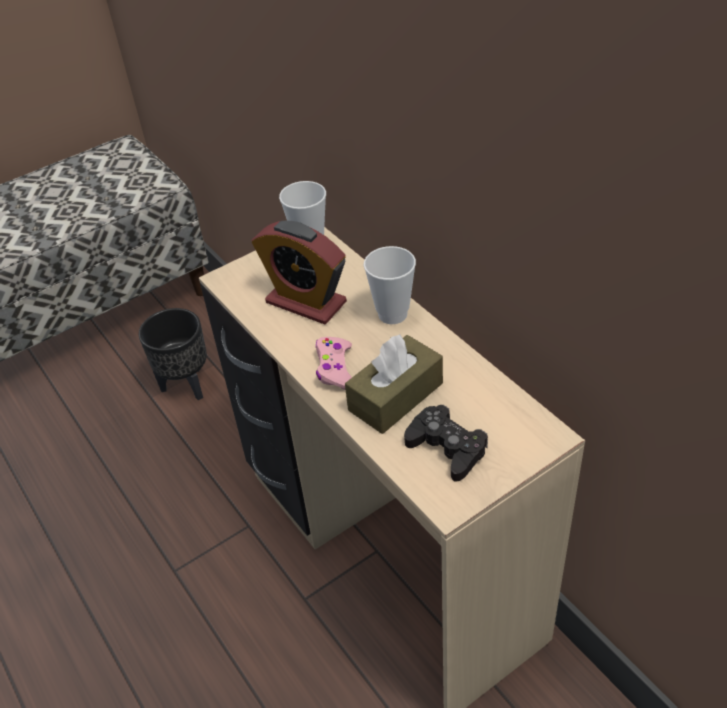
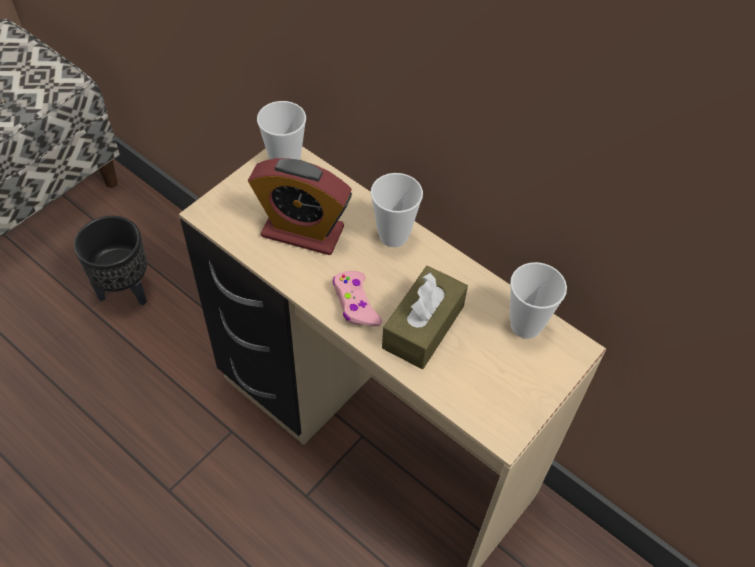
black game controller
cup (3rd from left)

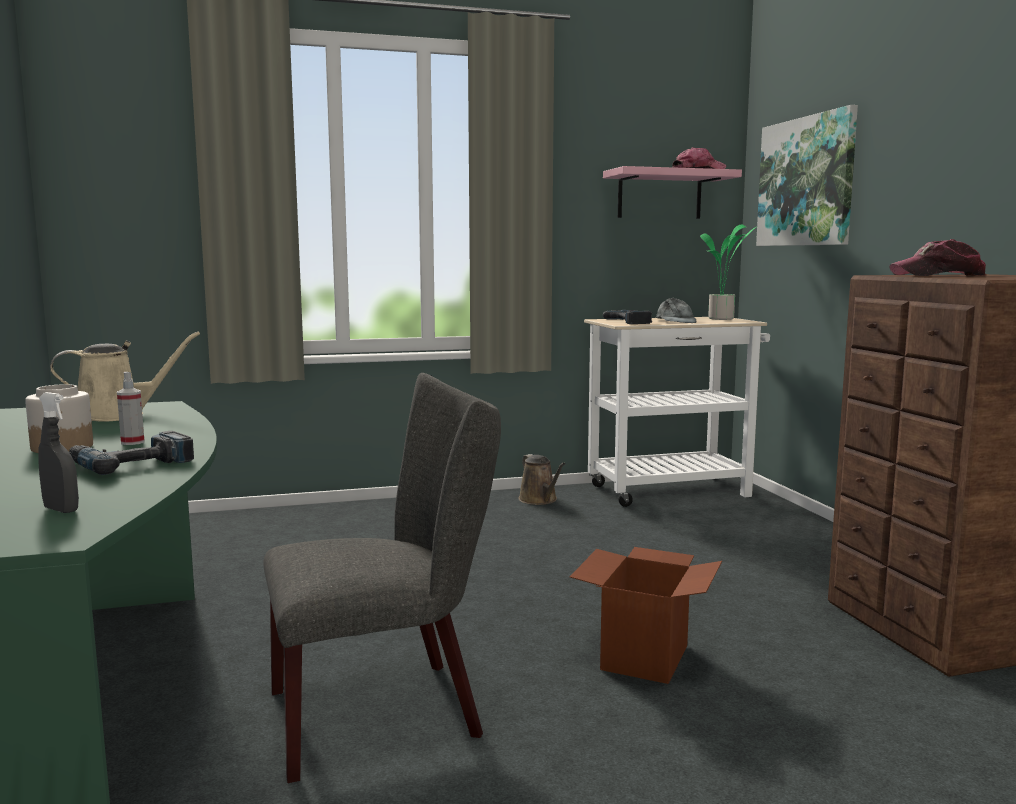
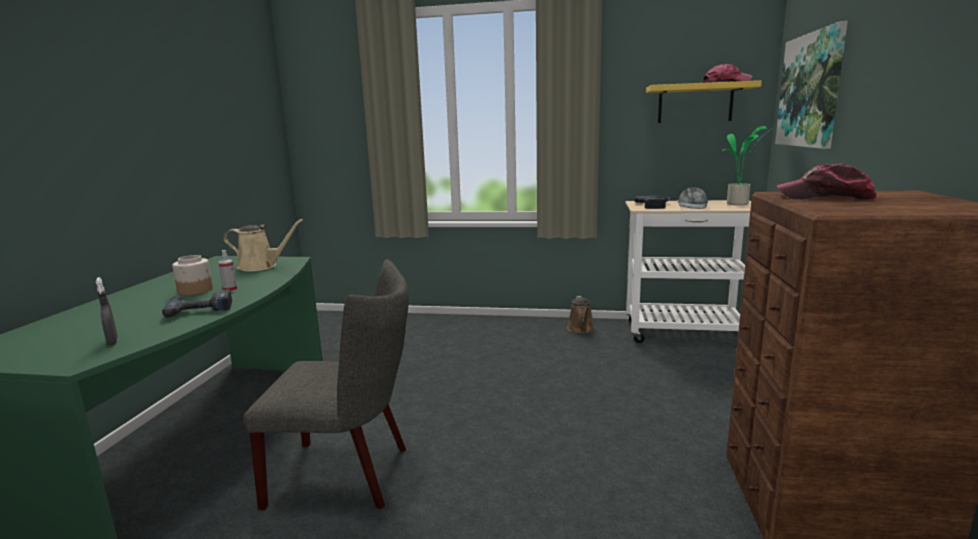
yellow shelf
cardboard box

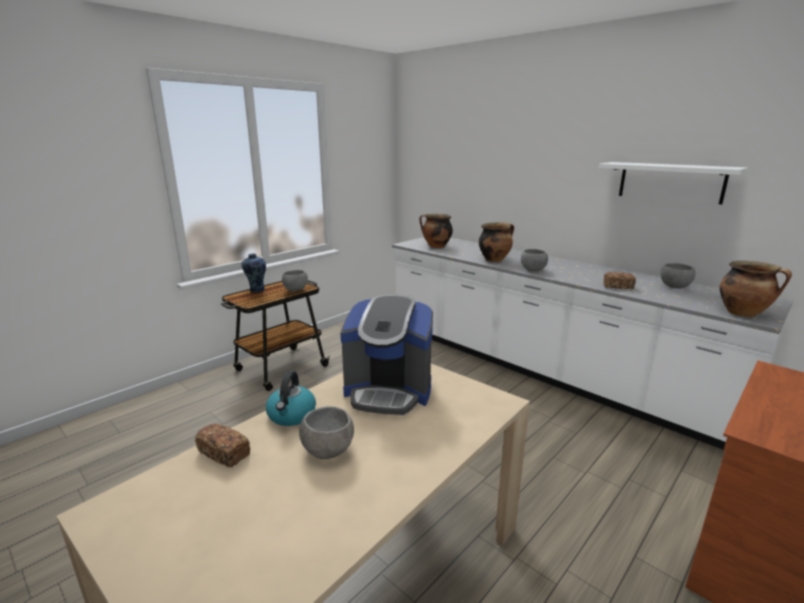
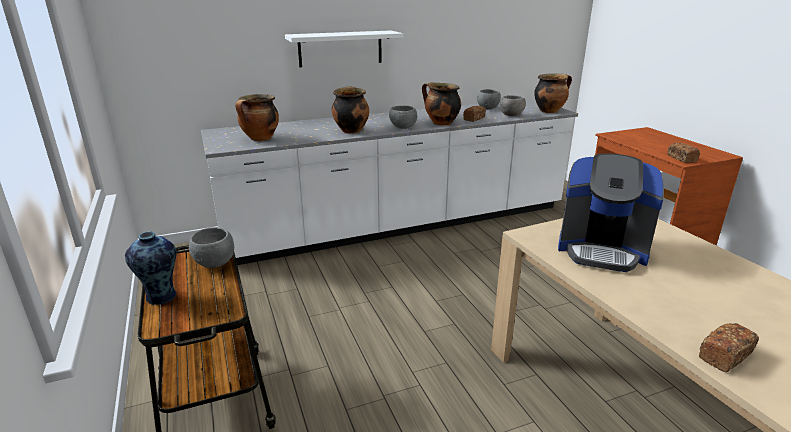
white shelf
coffee machine
kettle
grey bowl (4th from left)
cooking pot (3rd from left)
bread (2nd from left)

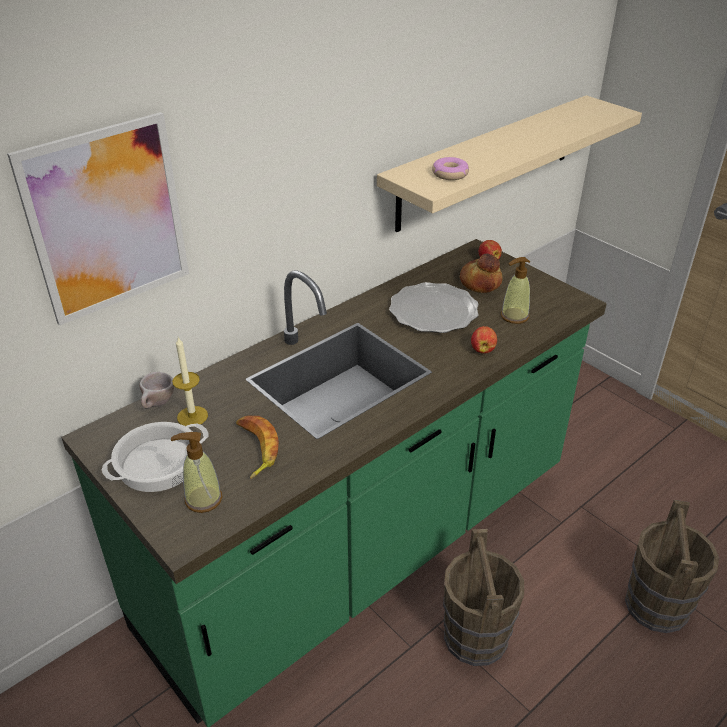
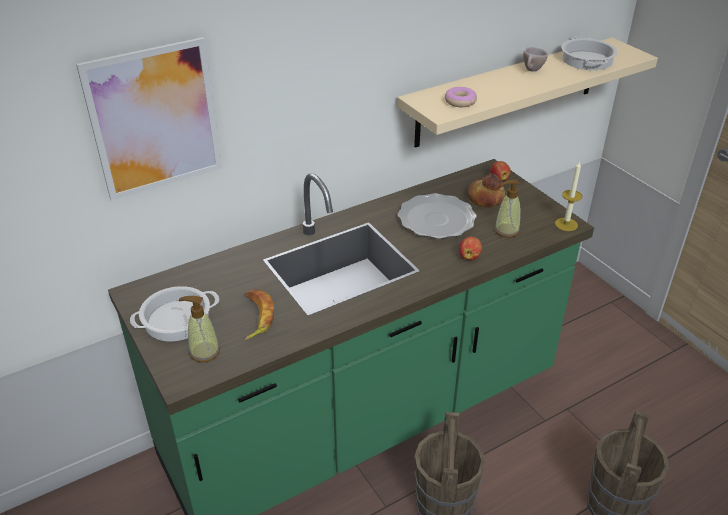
candle
beige cup
cooking pot (2nd from left)

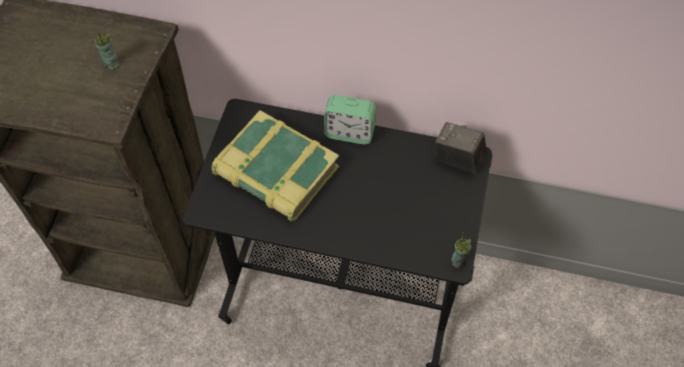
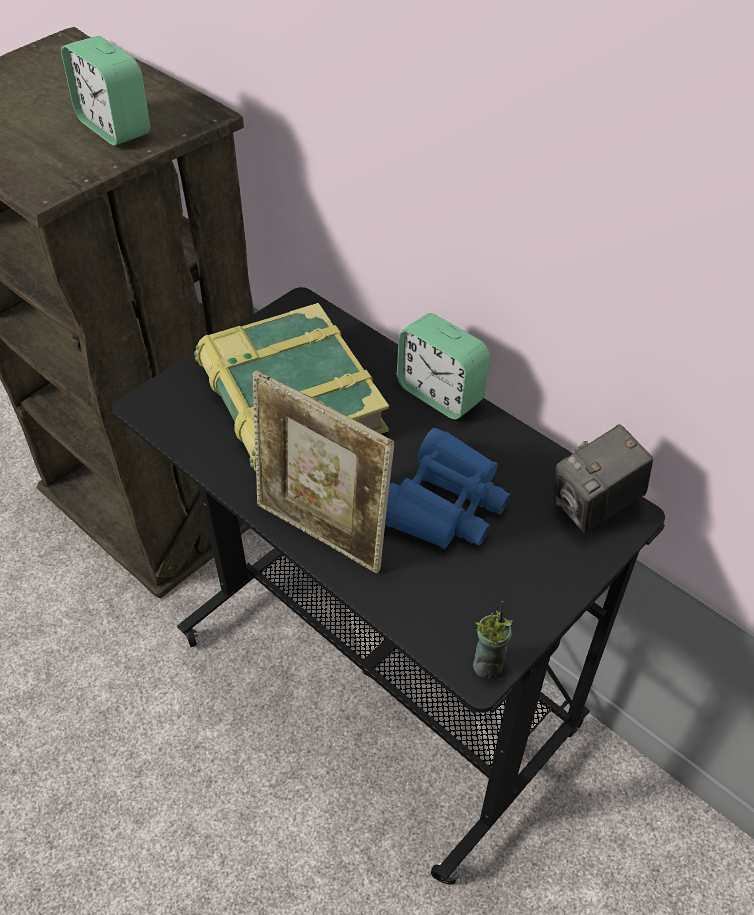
alarm clock (1st from left)
photo camera
picture frame
blue binoculars

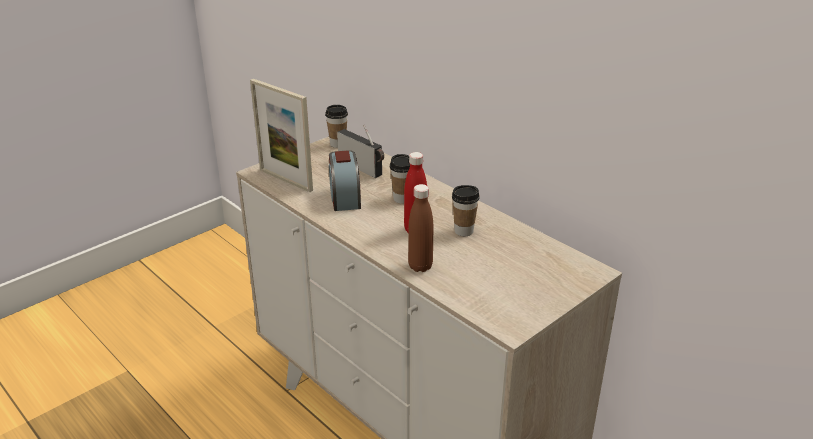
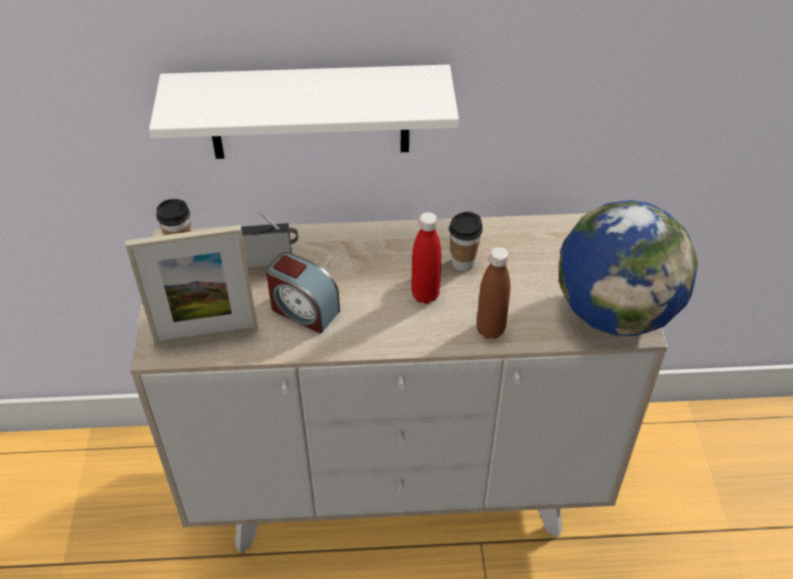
cup (2nd from left in the first image)
white shelf
globe

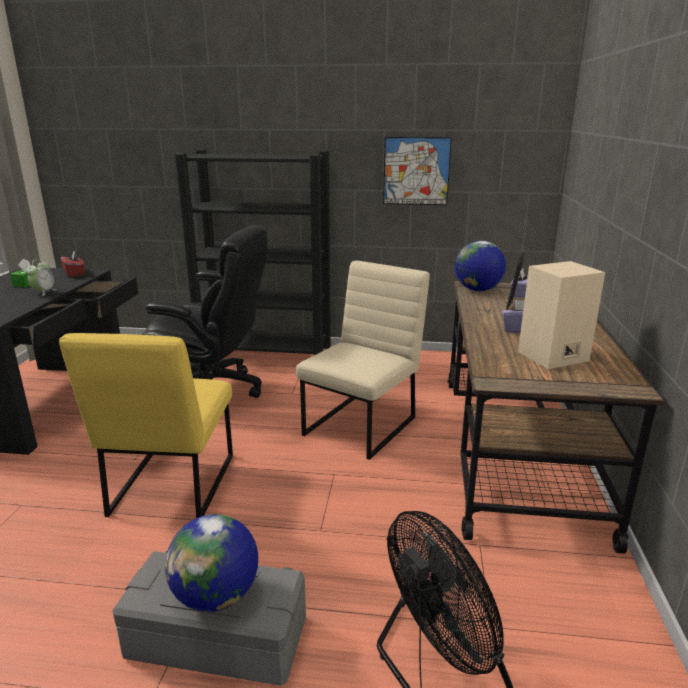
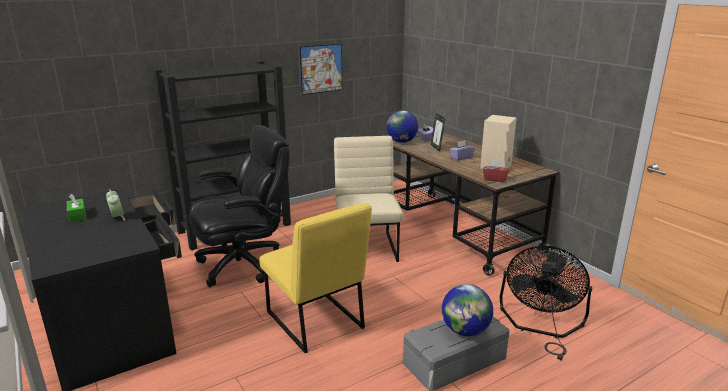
red tissue box

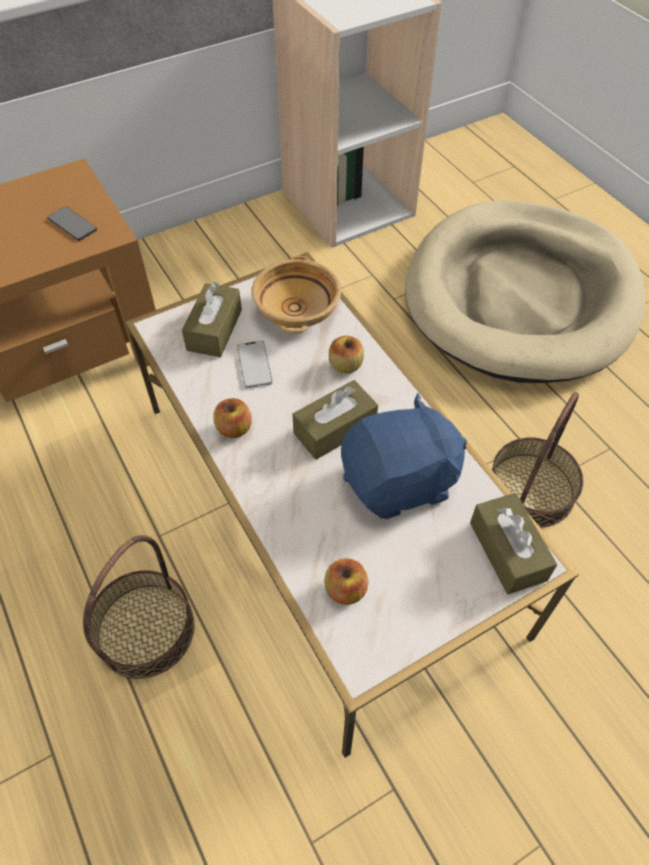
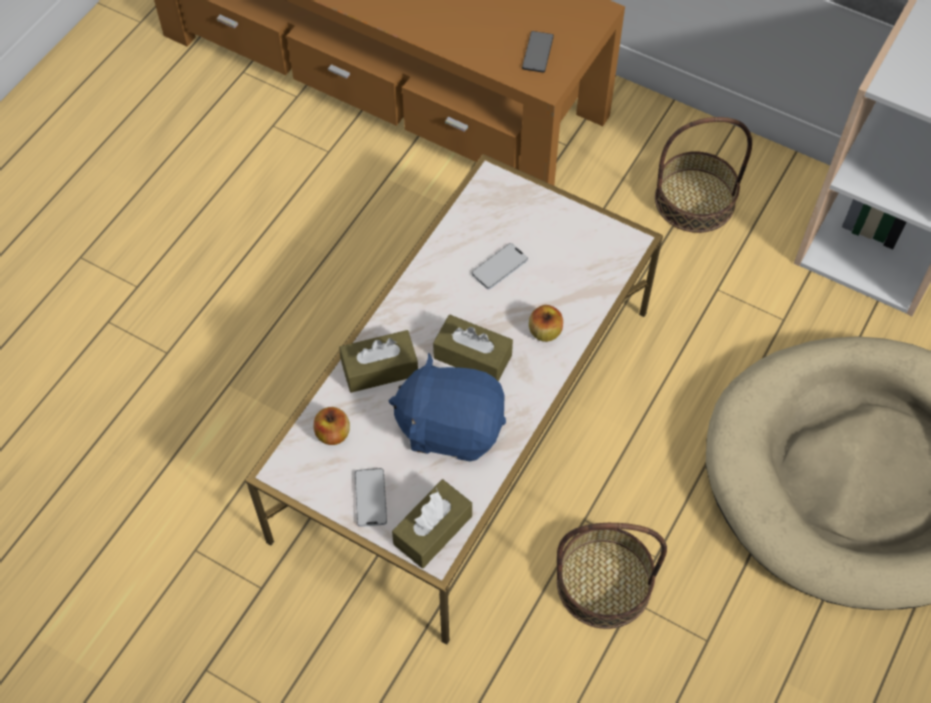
beige bowl
brown tissue box (1st from left)
blue plush toy
apple (1st from left in the first image)
basket (2nd from left)
phone (1st from left)

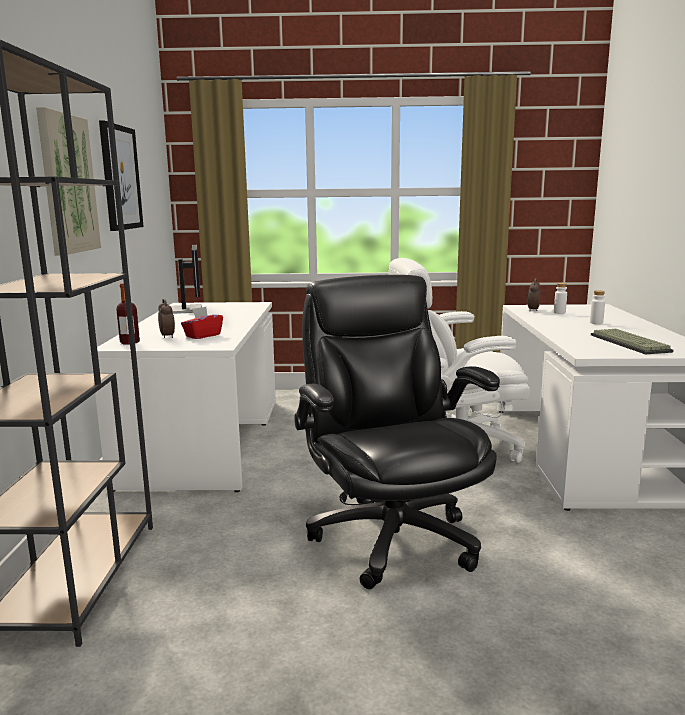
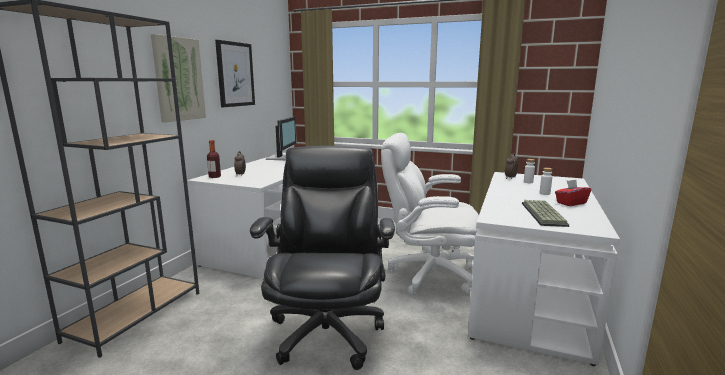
red tissue box

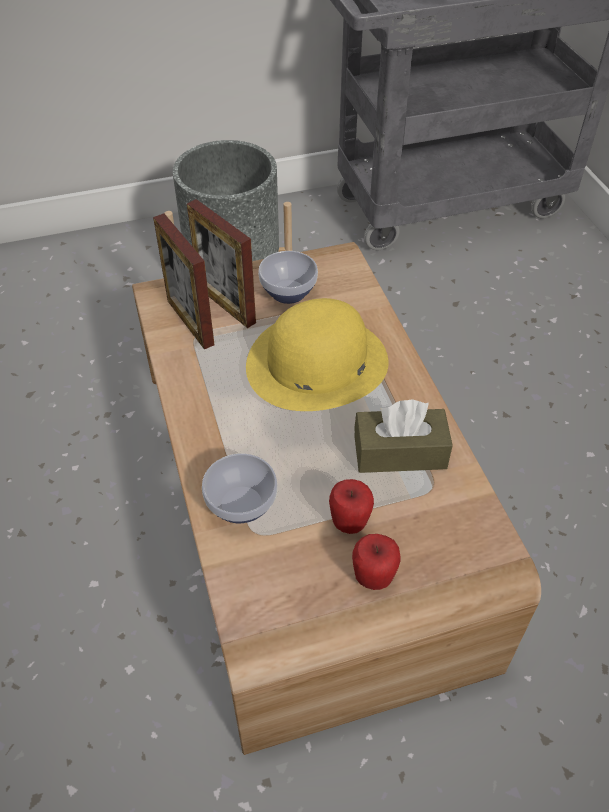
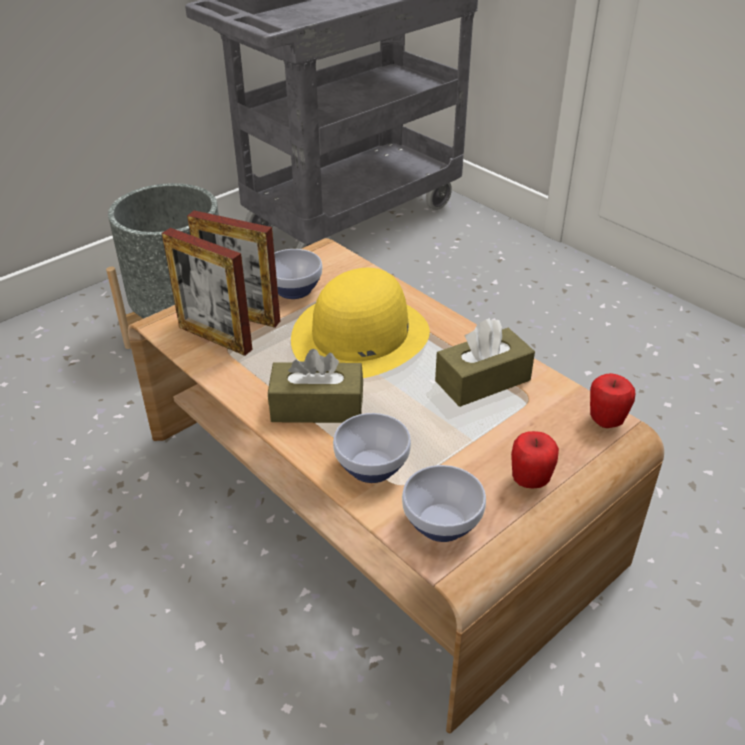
apple (2nd from left)
brown tissue box (1st from left)
bowl (3rd from left)

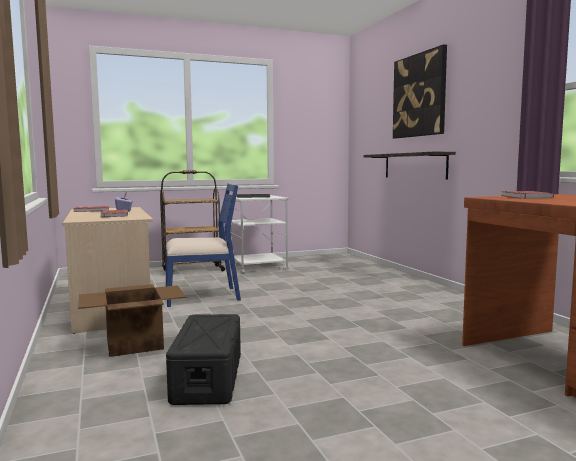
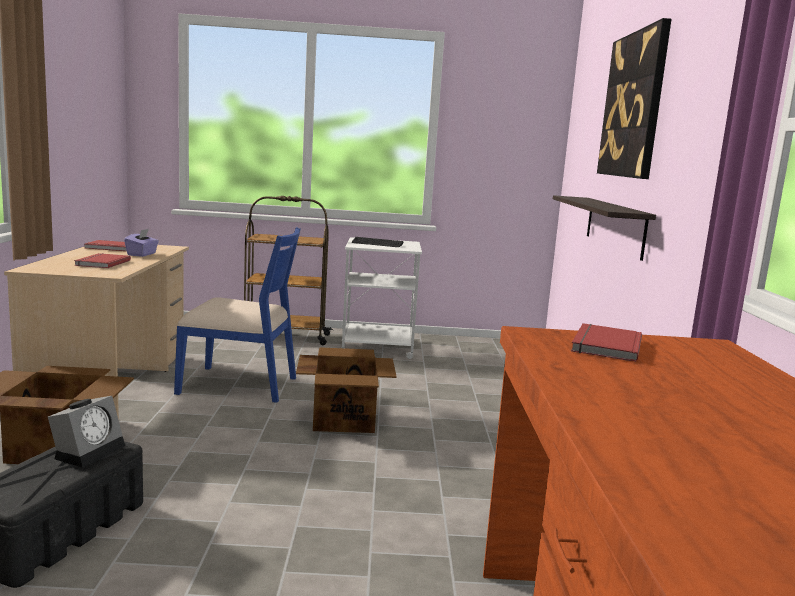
cardboard box (2nd from left)
alarm clock

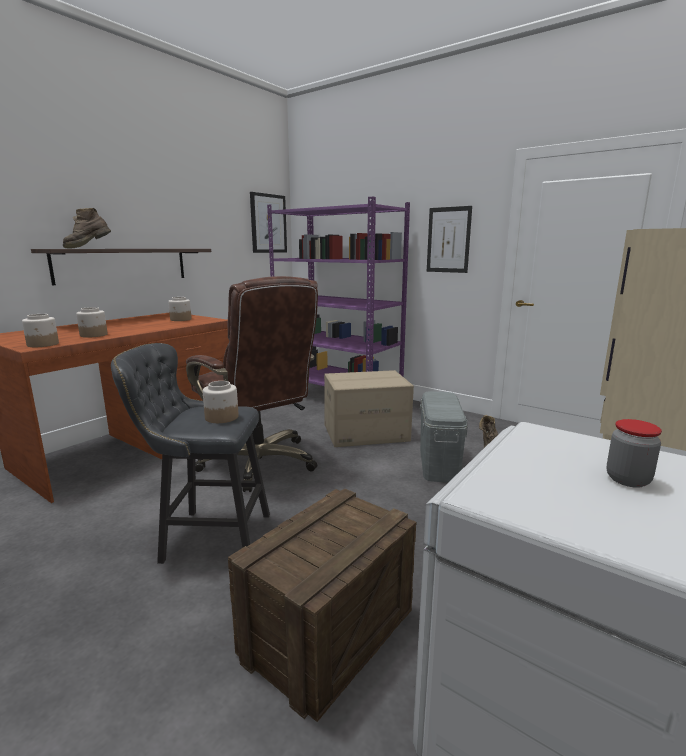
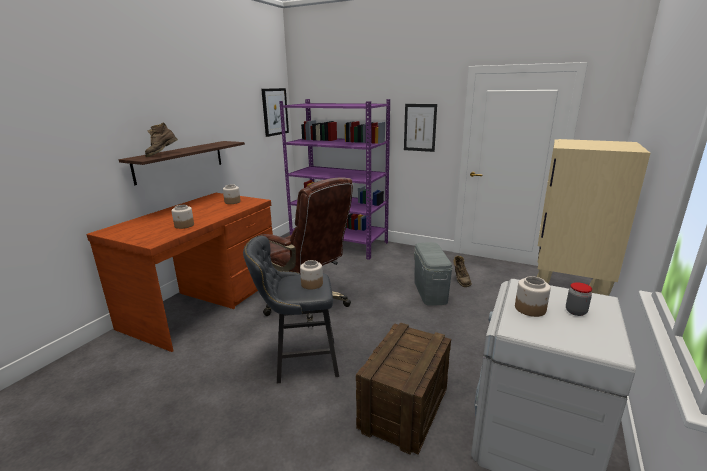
jar (4th from left)
cardboard box

